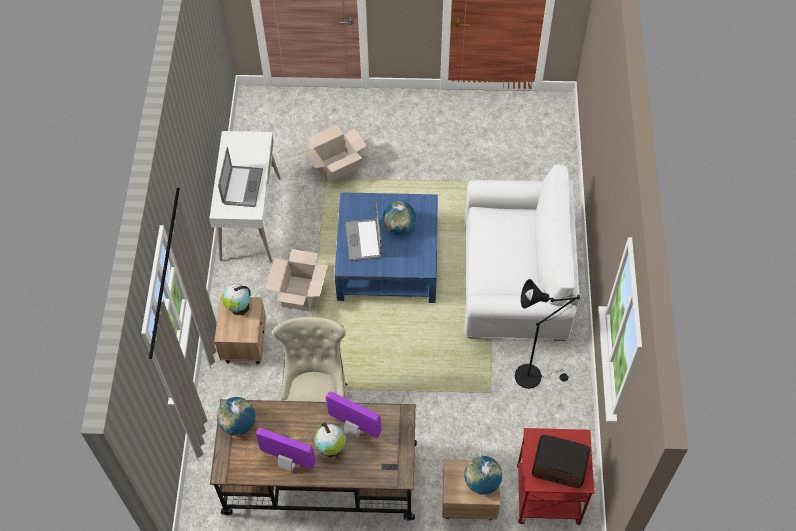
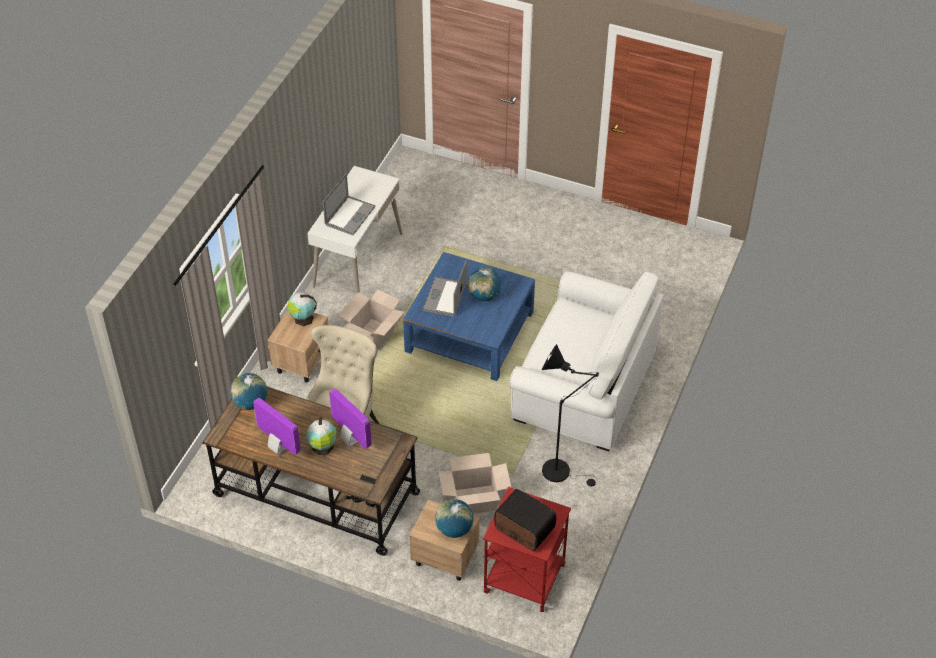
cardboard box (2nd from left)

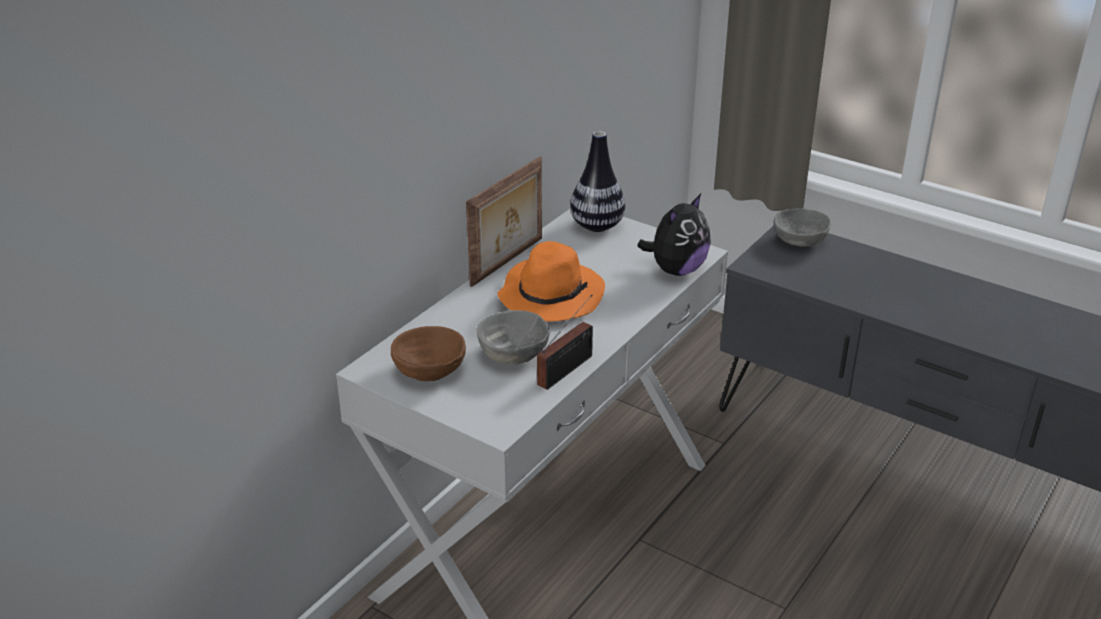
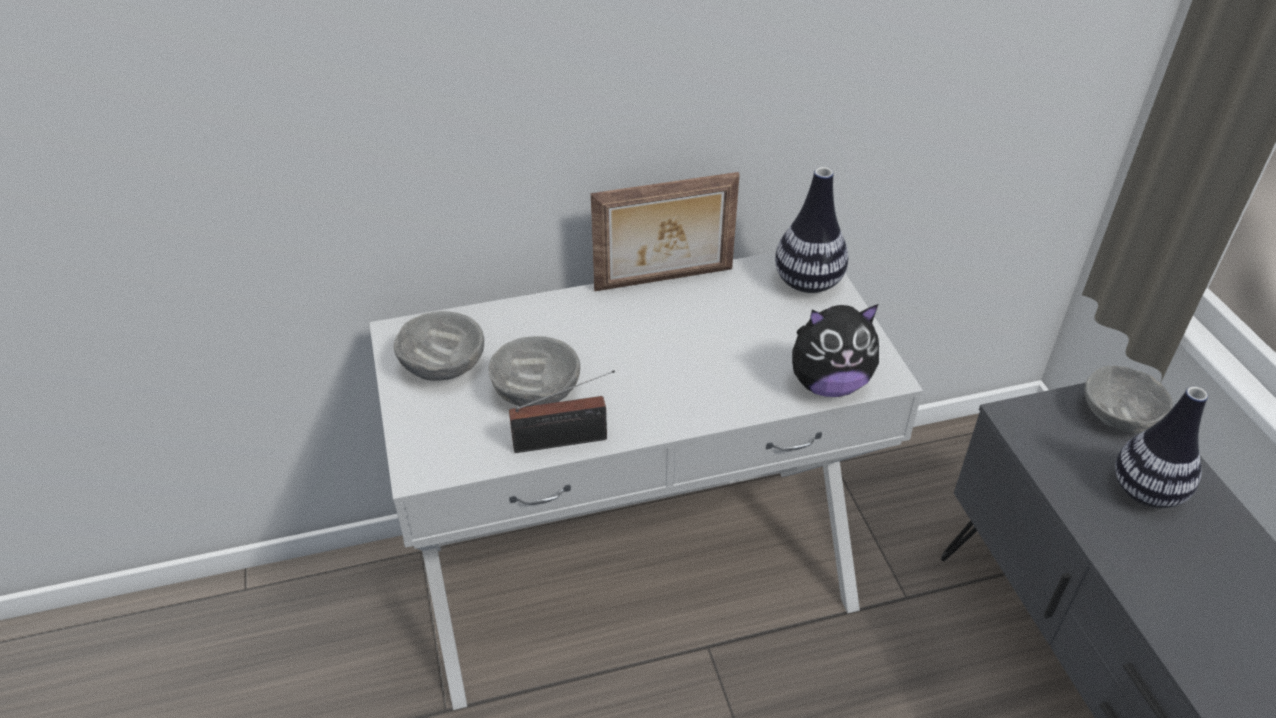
orange hat
grey bowl (1st from left)
vase (2nd from left)

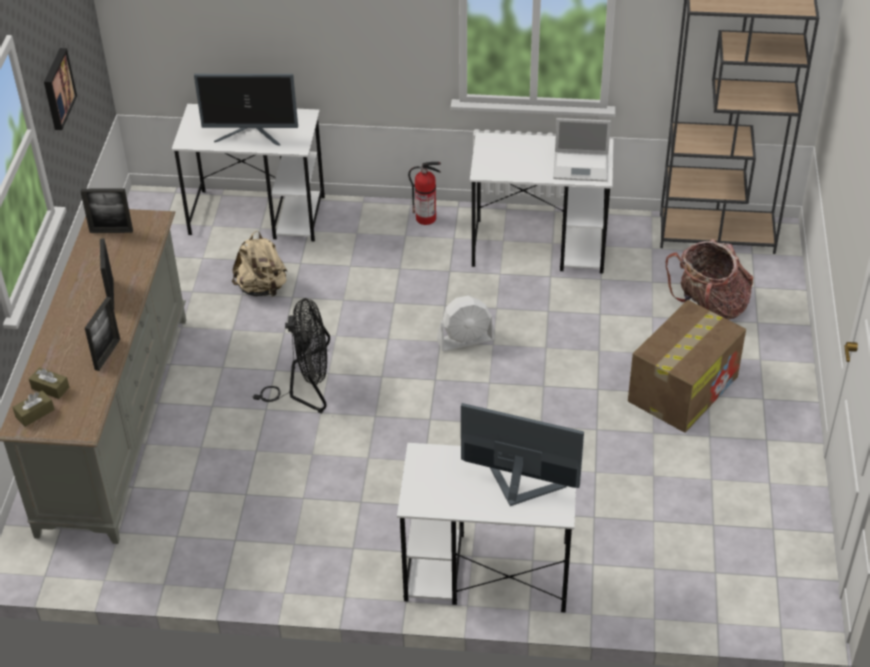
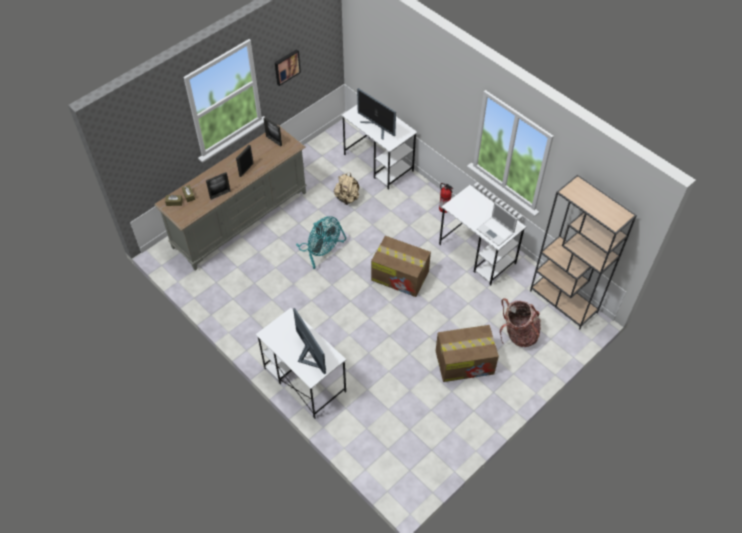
cardboard box (1st from left)
turquoise fan

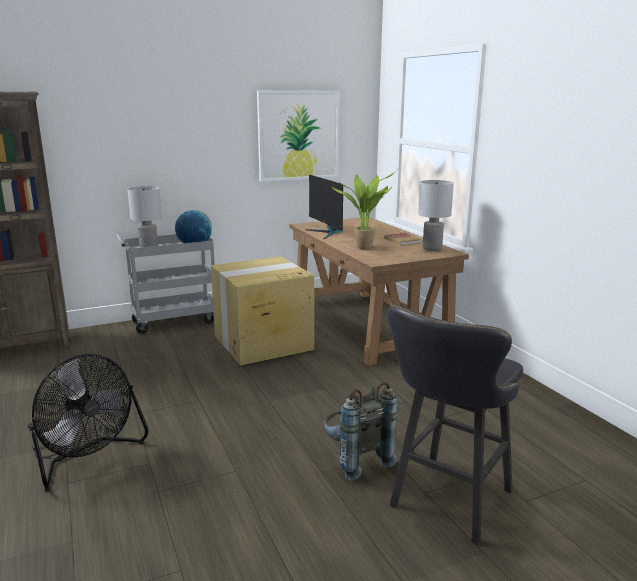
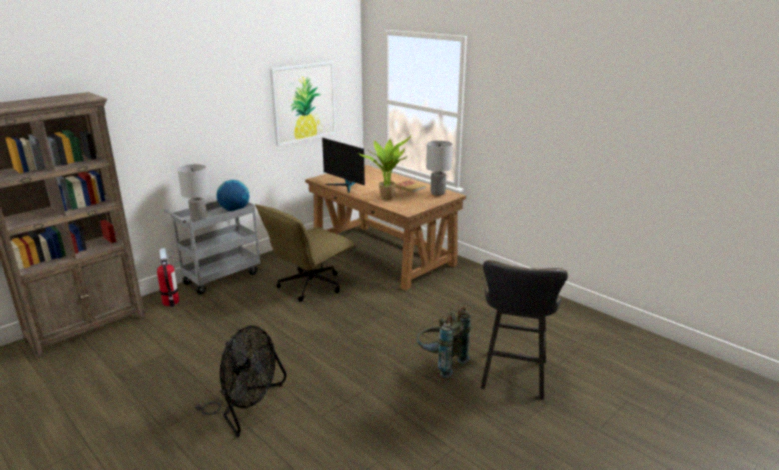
beige office chair
fire extinguisher

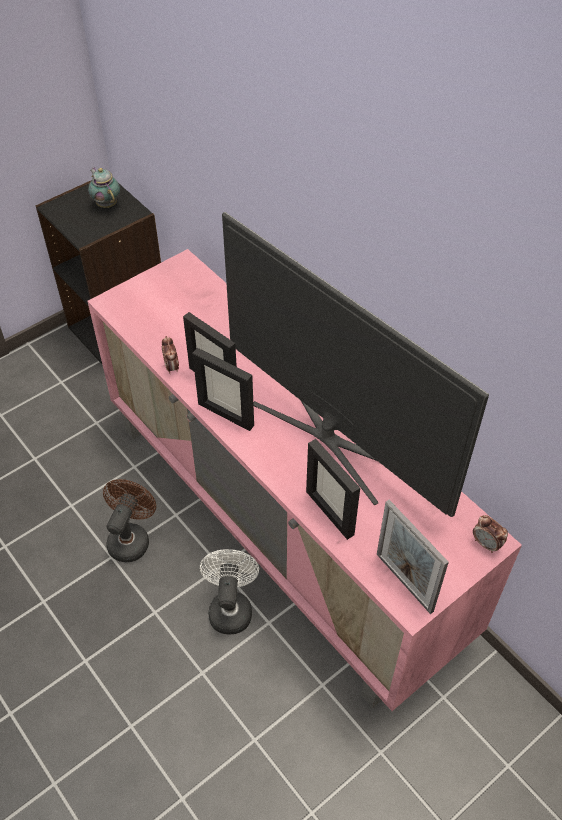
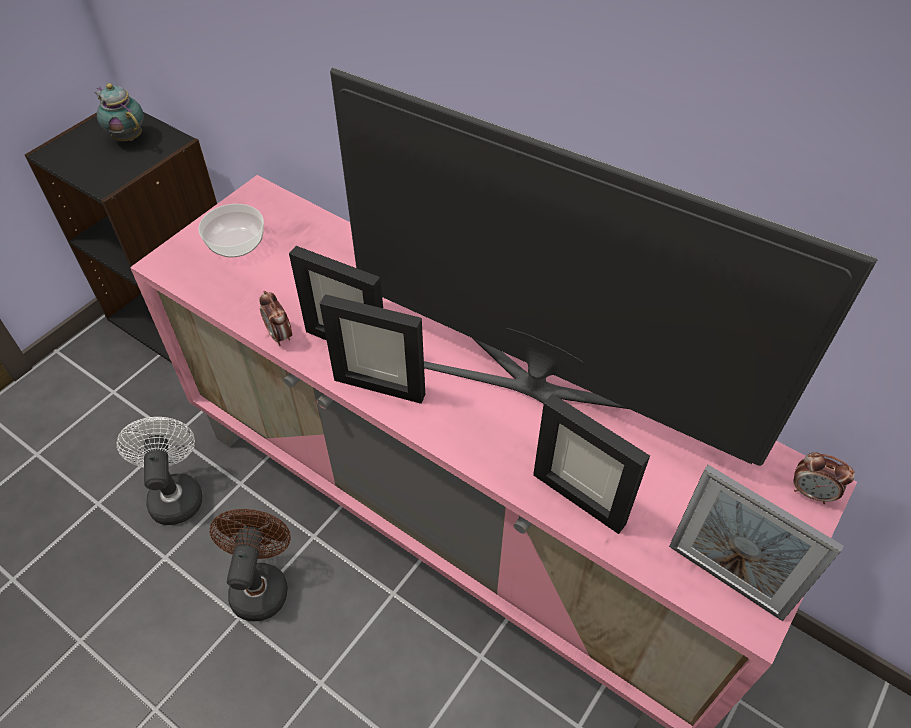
white fan
bowl

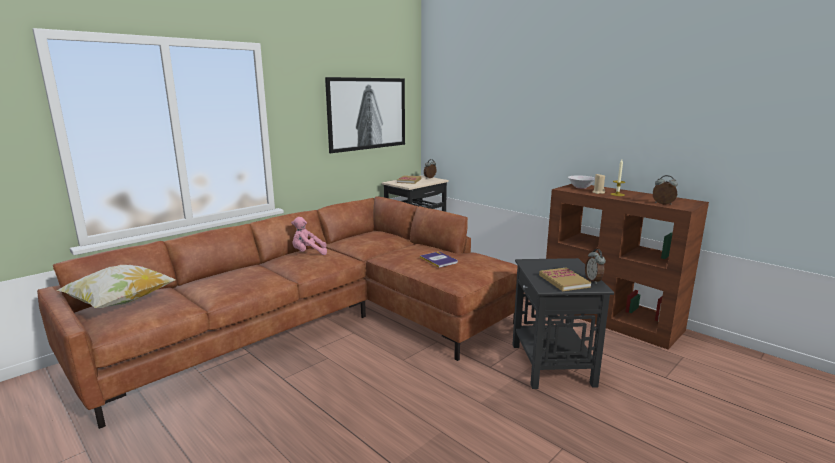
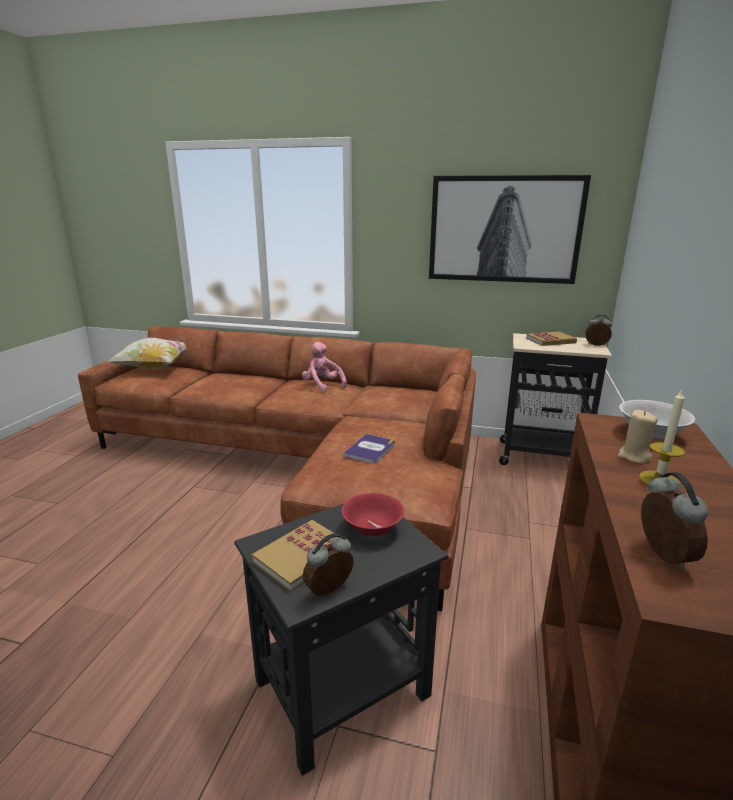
red bowl

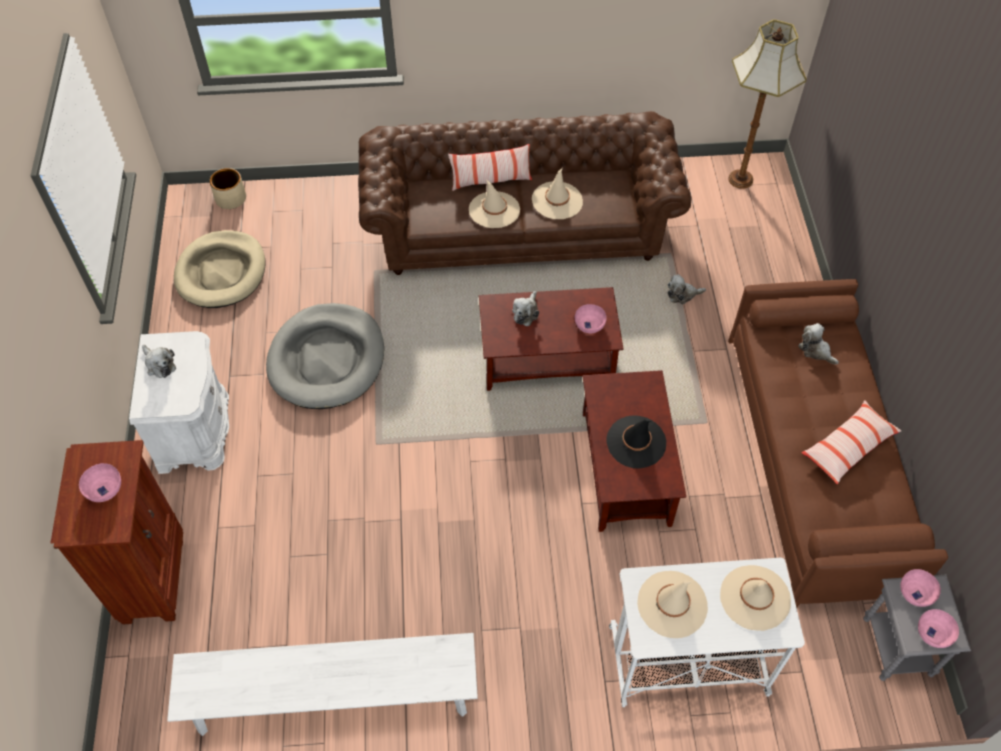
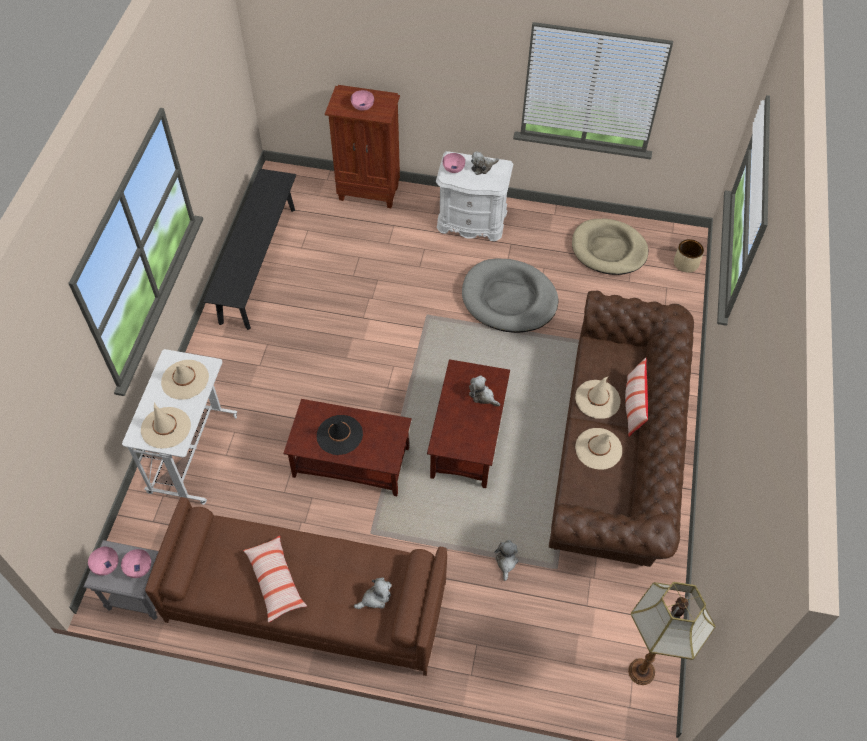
pink bowl (4th from left)
black bench

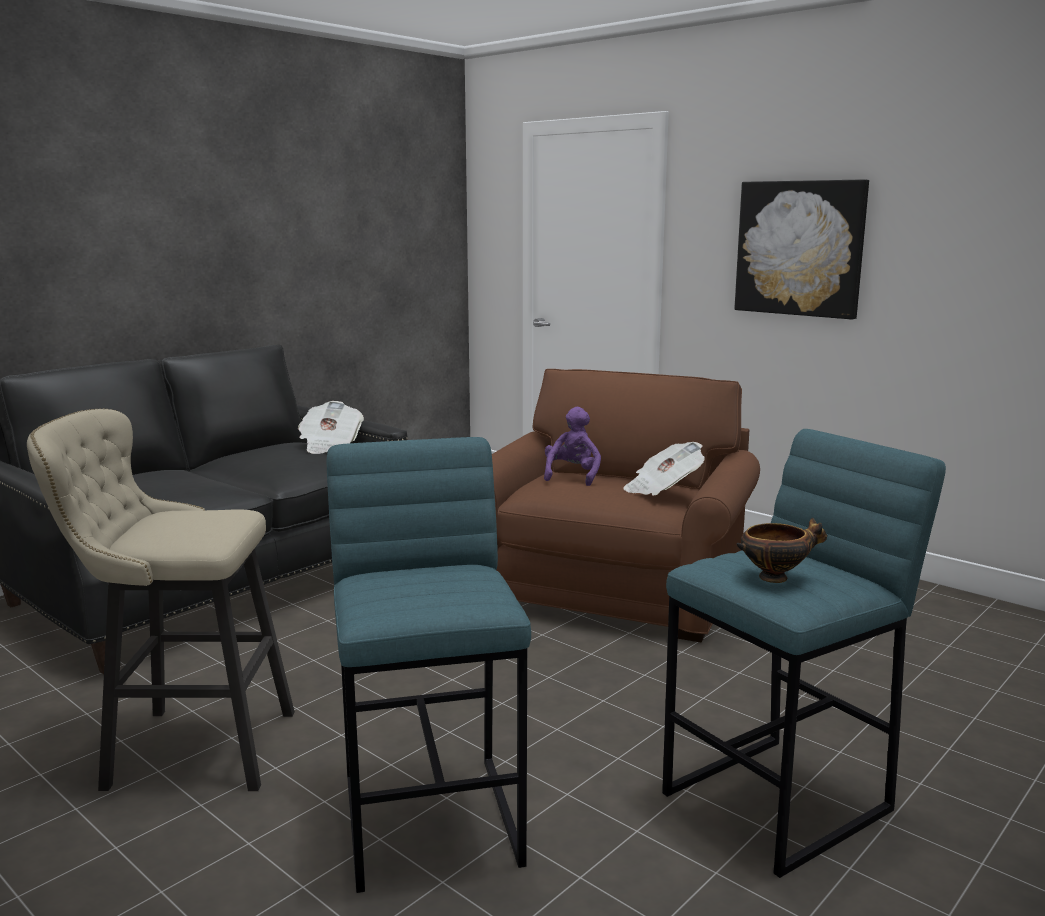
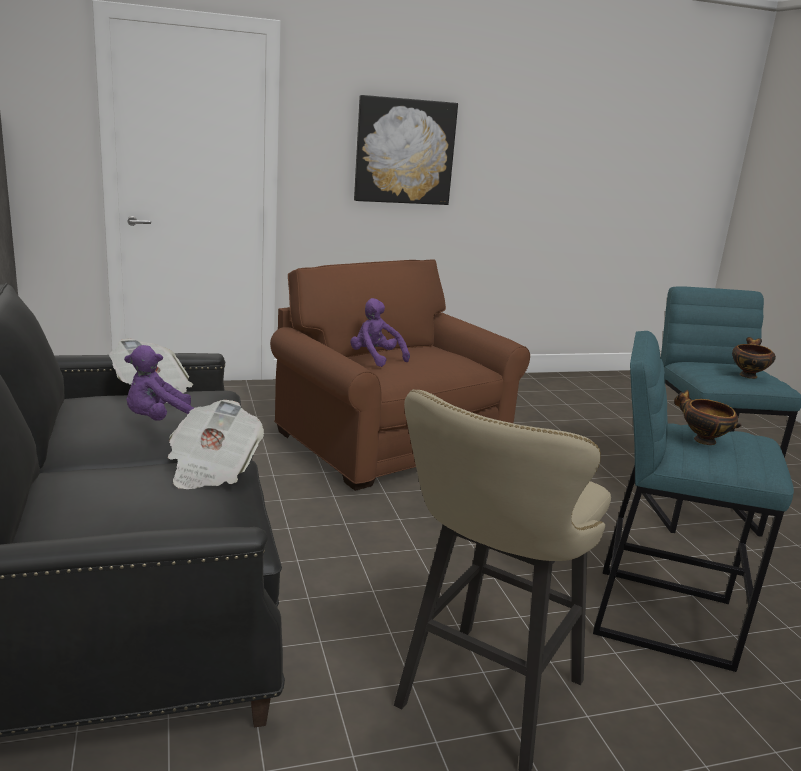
newspaper (2nd from left)
purple plush toy (1st from left)
bowl (1st from left)

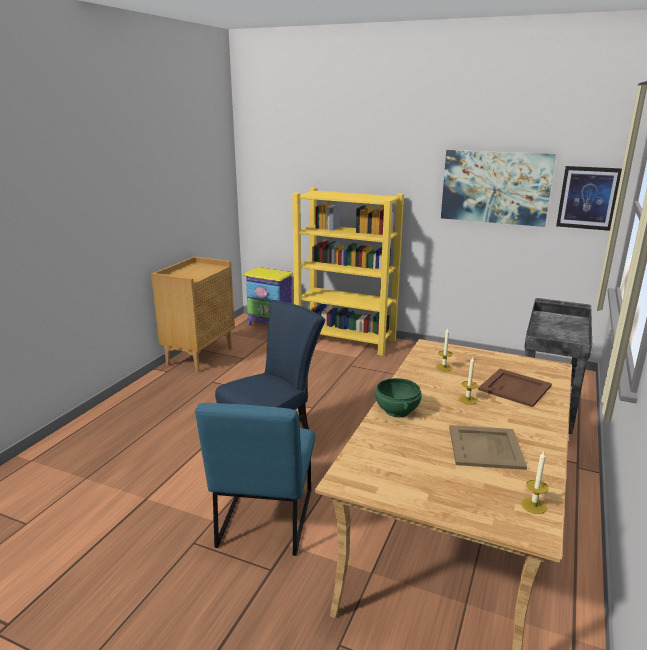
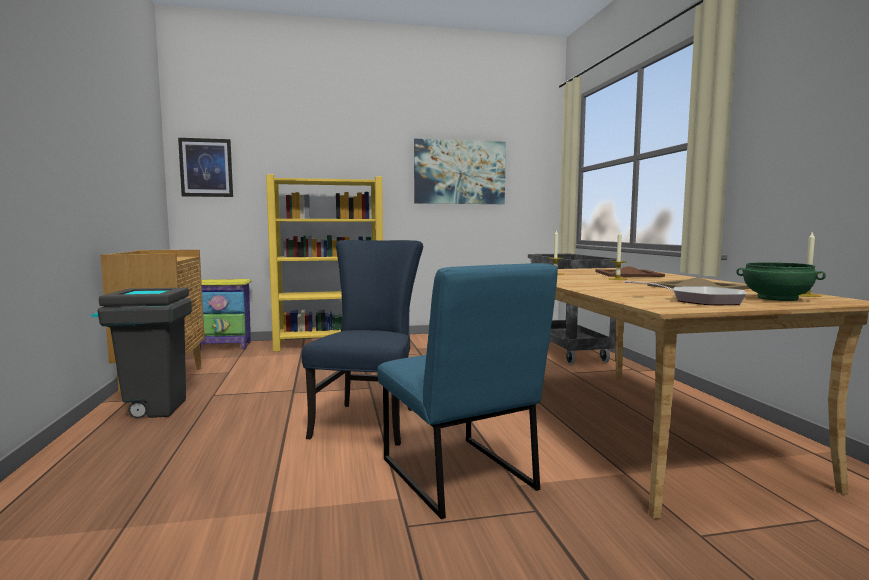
picture (1st from left)
green bowl
frying pan
grey trash can

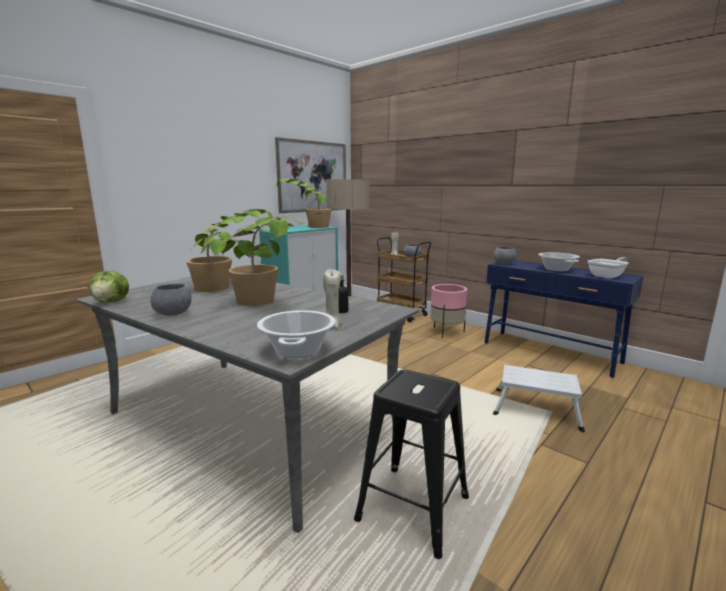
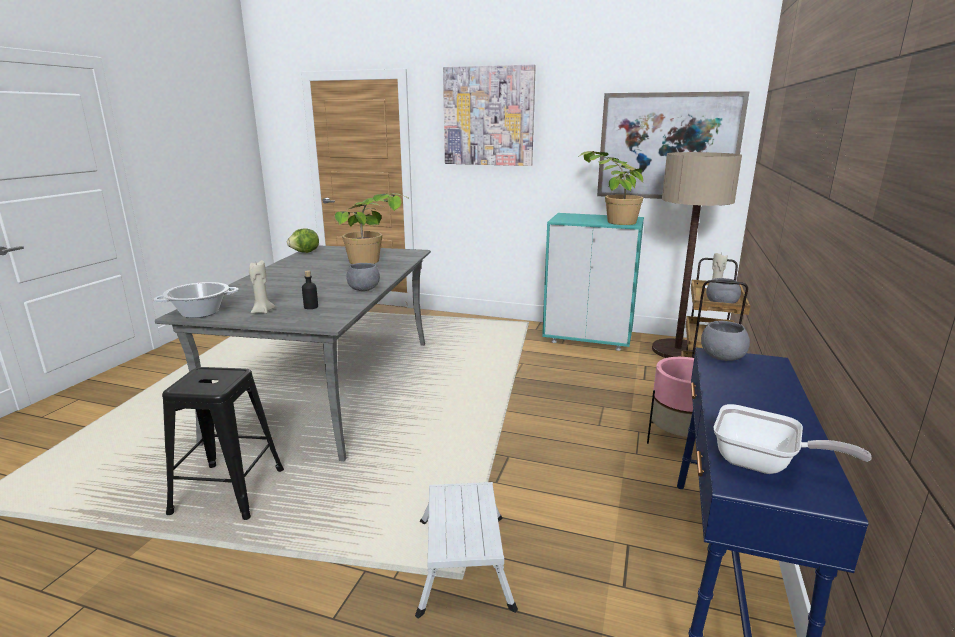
potted plant (2nd from left in the first image)
cooking pot (2nd from left in the first image)
grey bowl (1st from left)
picture (1st from left)

